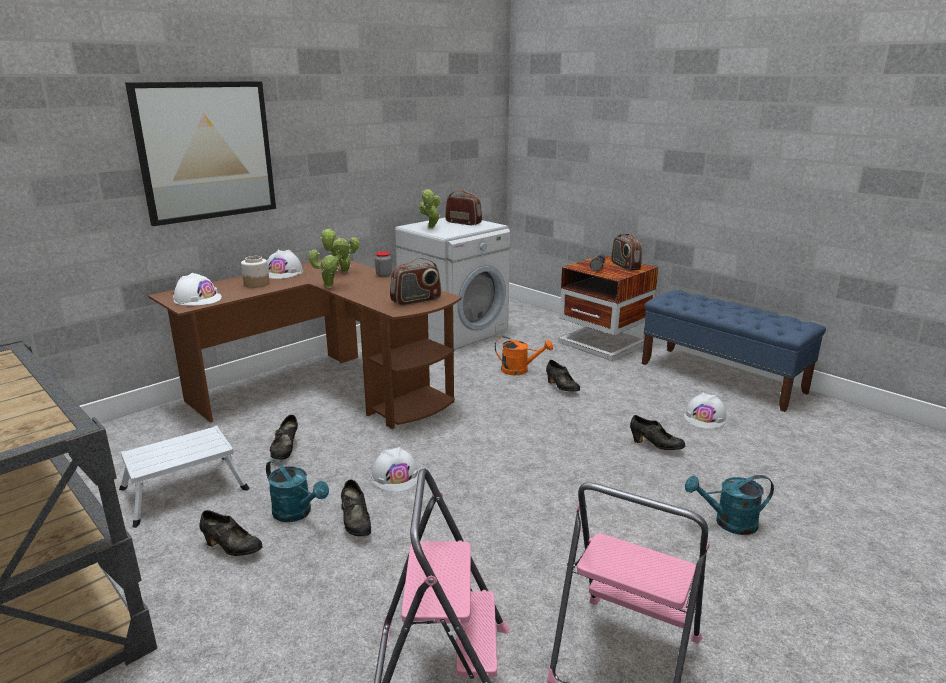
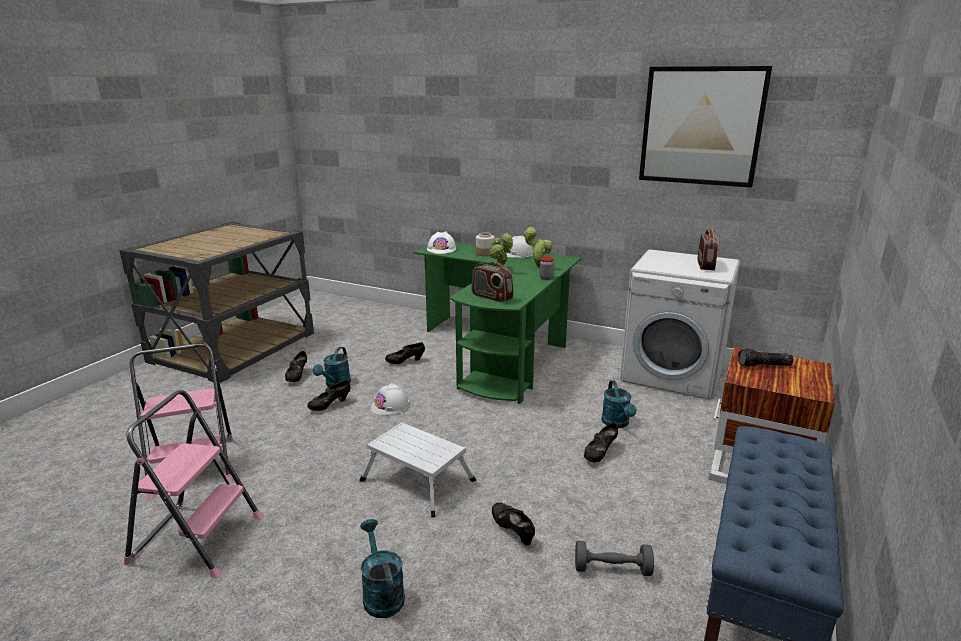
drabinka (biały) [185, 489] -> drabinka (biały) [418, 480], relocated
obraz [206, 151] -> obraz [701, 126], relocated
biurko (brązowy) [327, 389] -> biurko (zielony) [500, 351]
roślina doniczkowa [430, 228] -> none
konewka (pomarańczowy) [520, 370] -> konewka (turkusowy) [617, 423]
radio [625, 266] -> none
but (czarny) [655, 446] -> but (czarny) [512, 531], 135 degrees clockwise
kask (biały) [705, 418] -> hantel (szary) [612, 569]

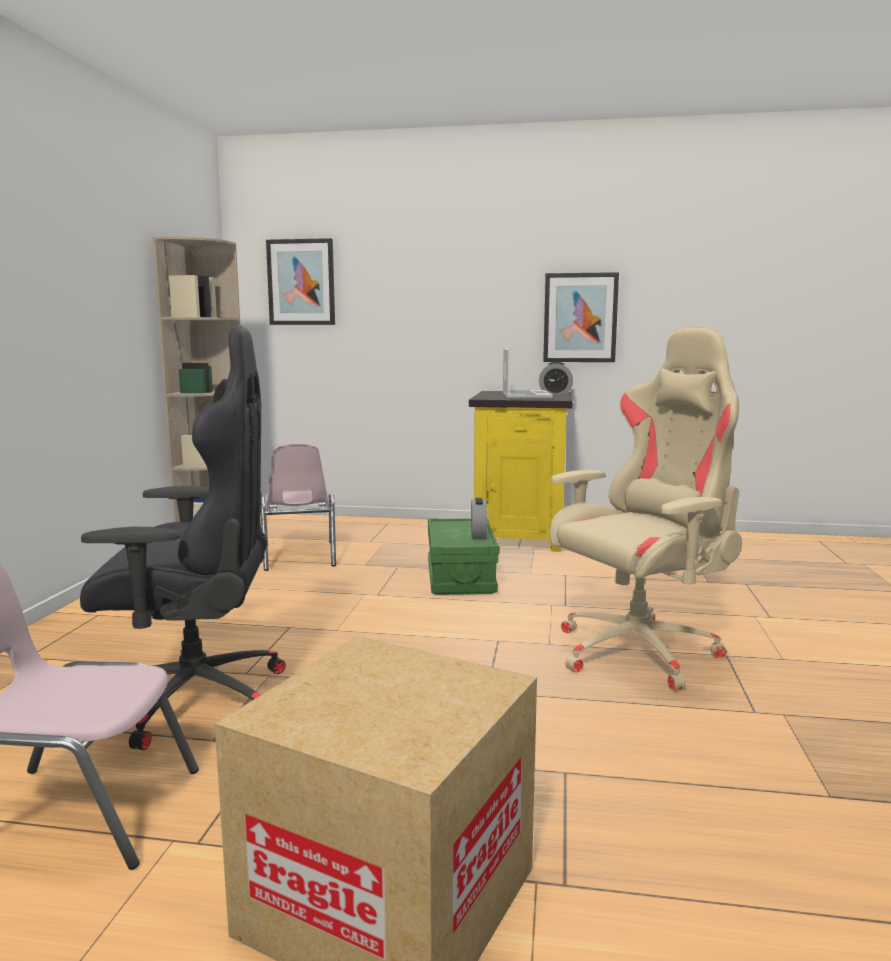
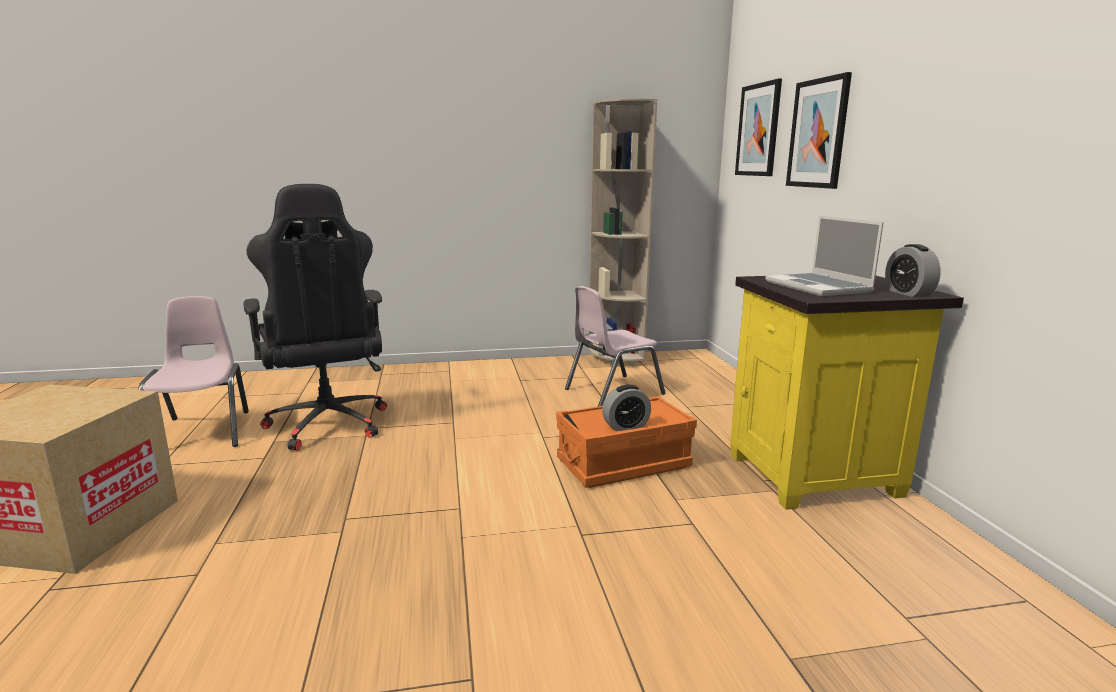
pojemnik do przechowywania (zielony) [460, 577] -> pojemnik do przechowywania (pomarańczowy) [623, 464]
laptop [525, 396] -> laptop [819, 287], 90 degrees clockwise
obraz [580, 318] -> obraz [818, 133], relocated
krzesło biurowe (beżowy) [634, 653] -> none

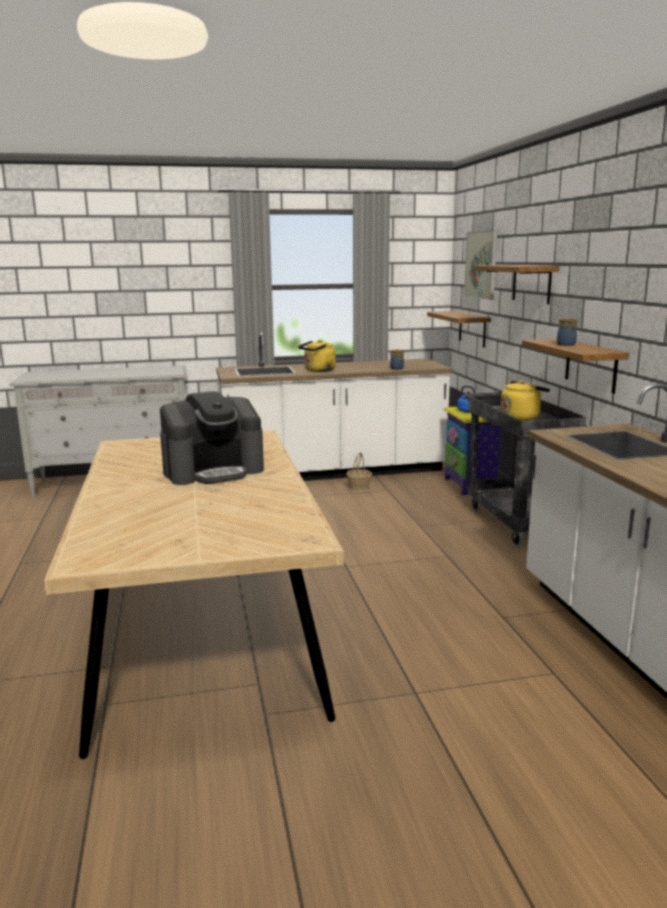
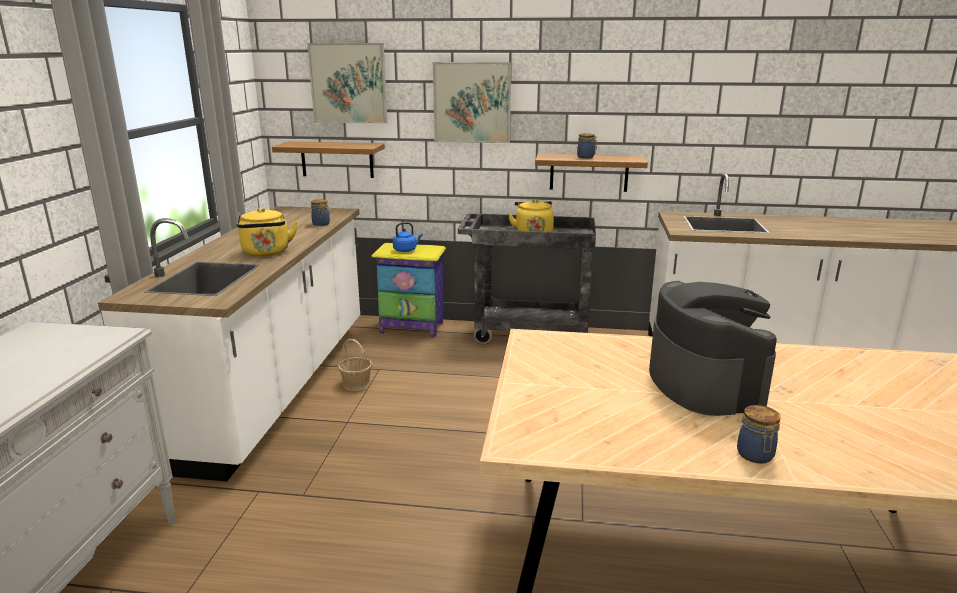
półka [531, 283] -> obraz [472, 102]
none -> słoik [755, 455]

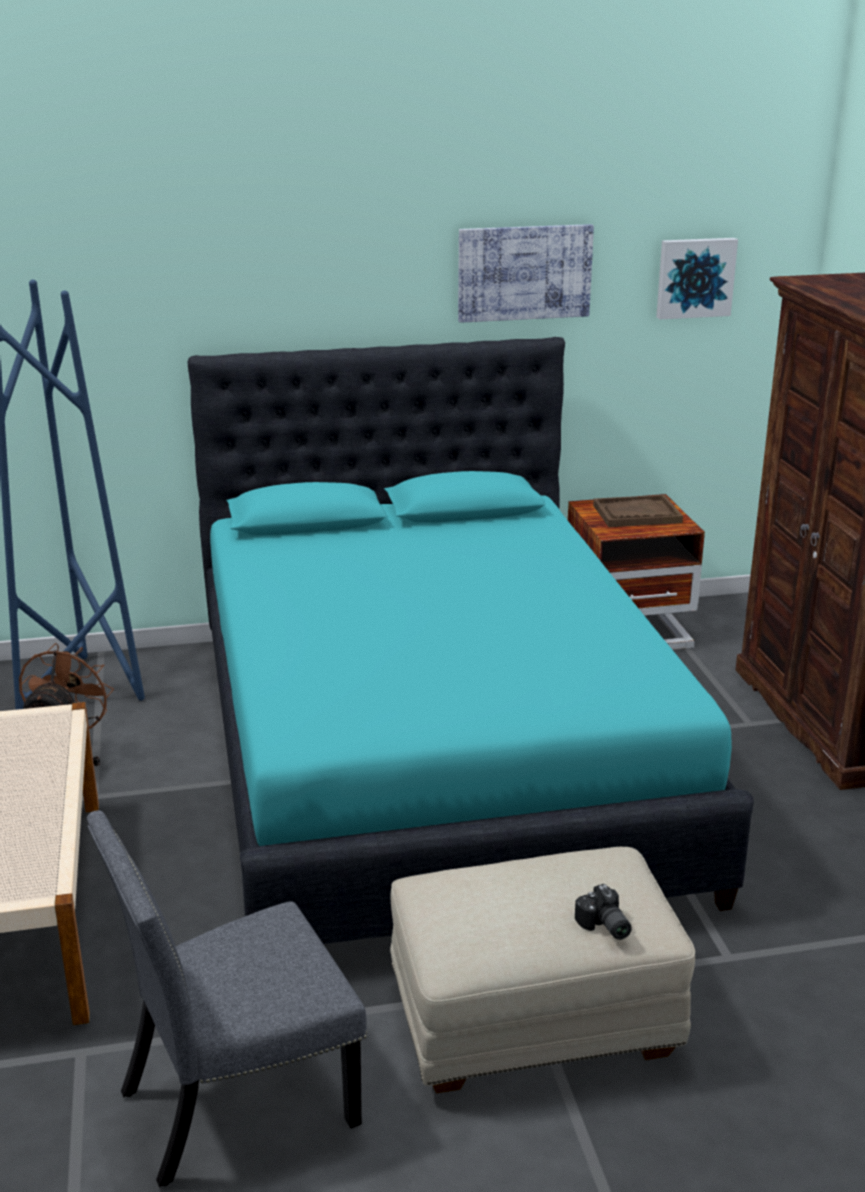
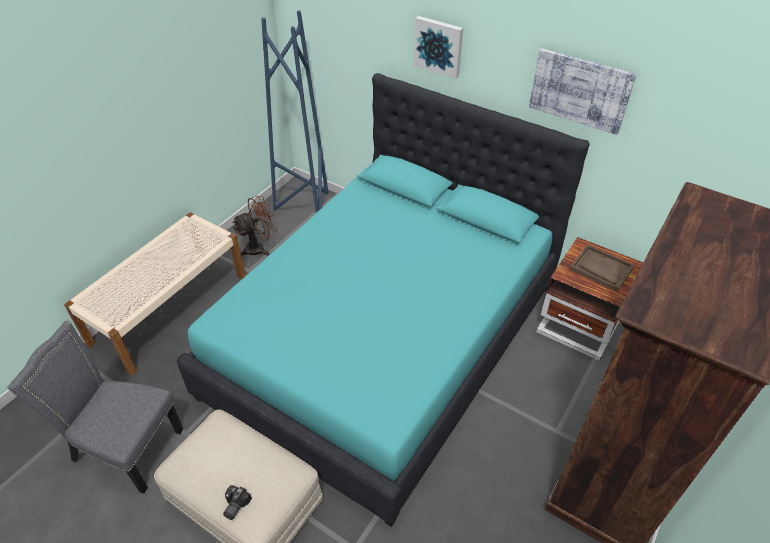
obraz [695, 277] -> obraz [438, 46], relocated

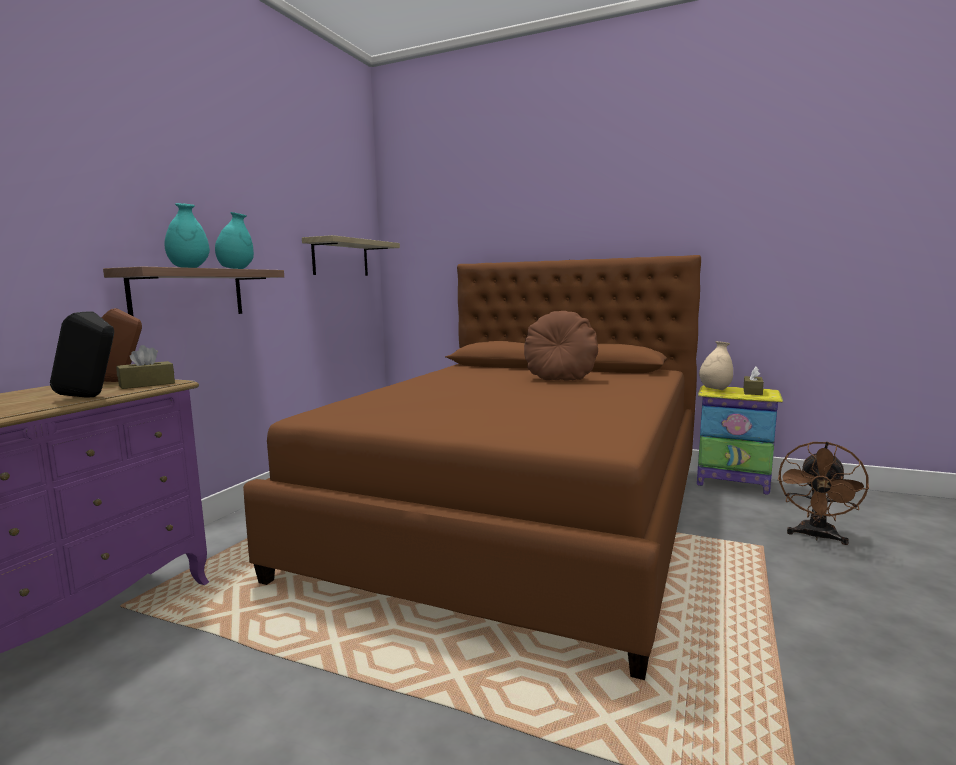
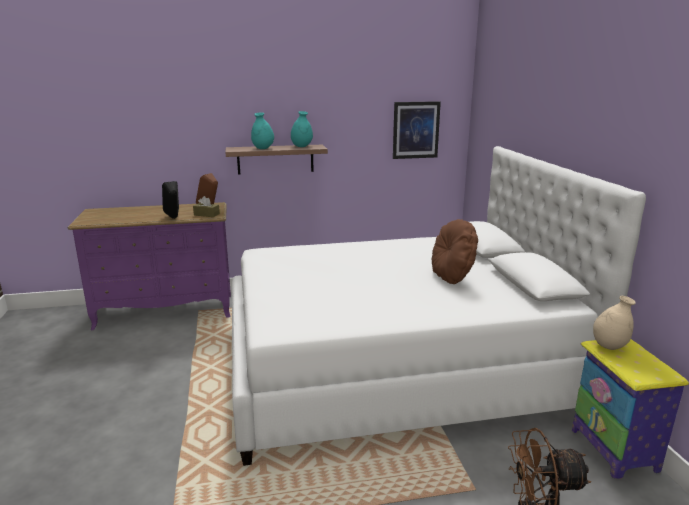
łóżko (brązowy) [519, 516] -> łóżko (biały) [394, 366]
półka [340, 258] -> obraz [415, 130]
pudełko chusteczek (brązowy) [752, 392] -> none

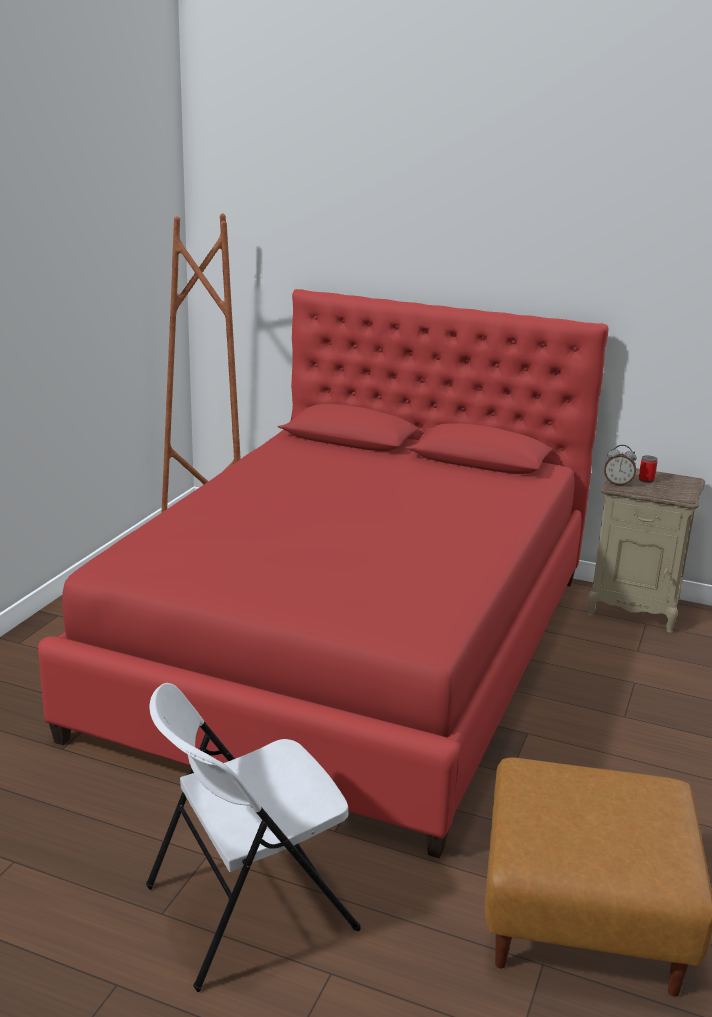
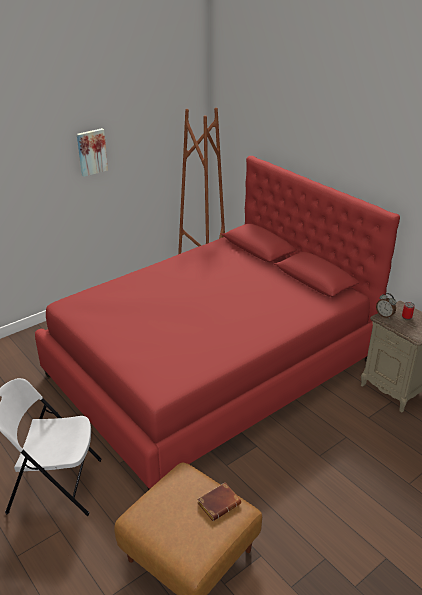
none -> obraz [91, 152]
none -> książka (brązowy) [219, 503]

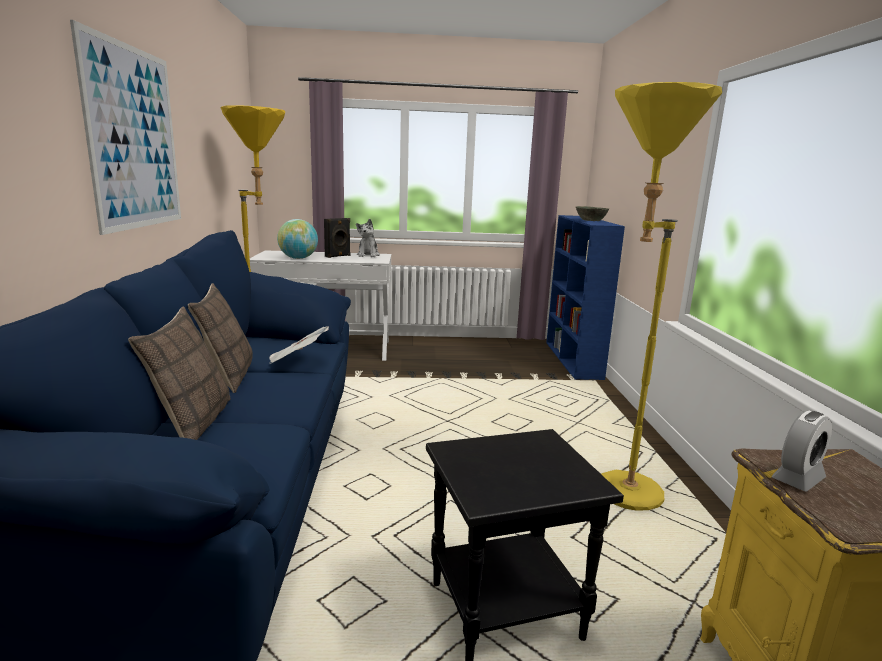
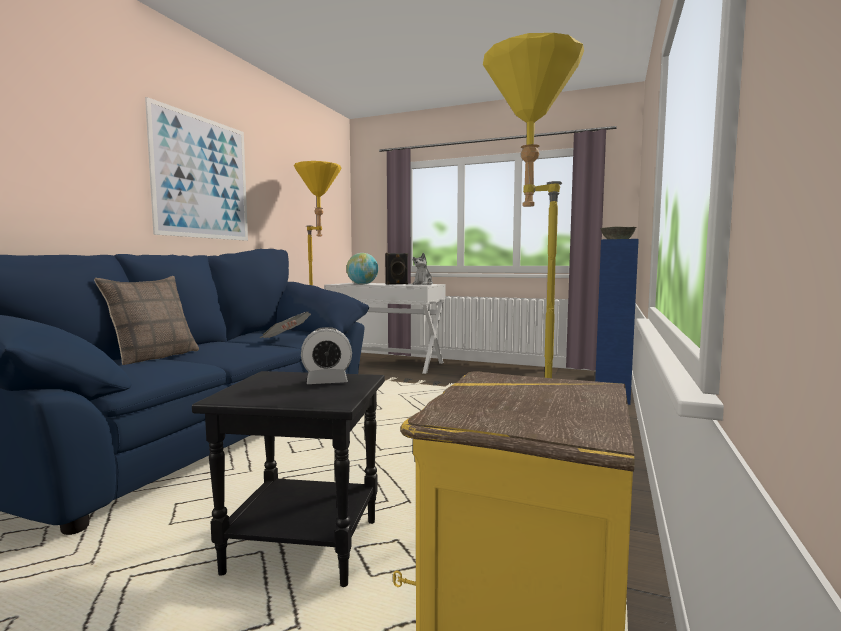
poduszka [227, 376] -> none
budzik [798, 478] -> budzik [327, 382], relocated

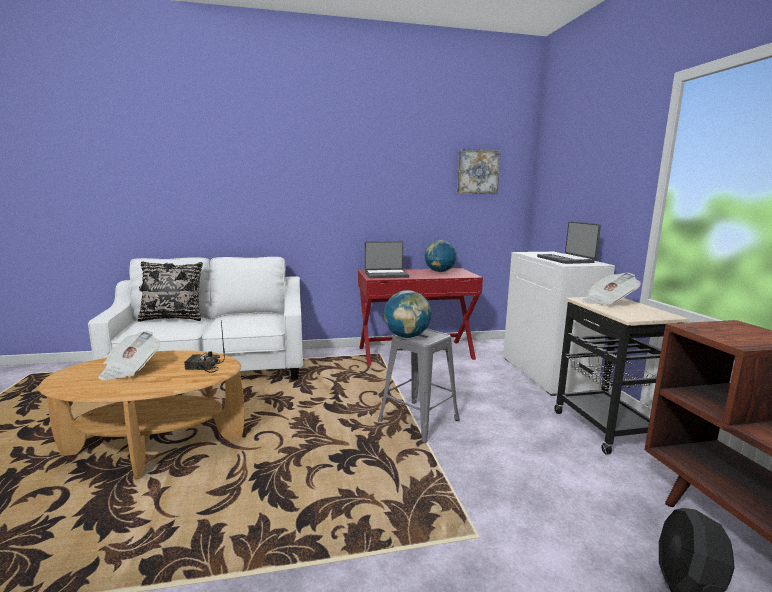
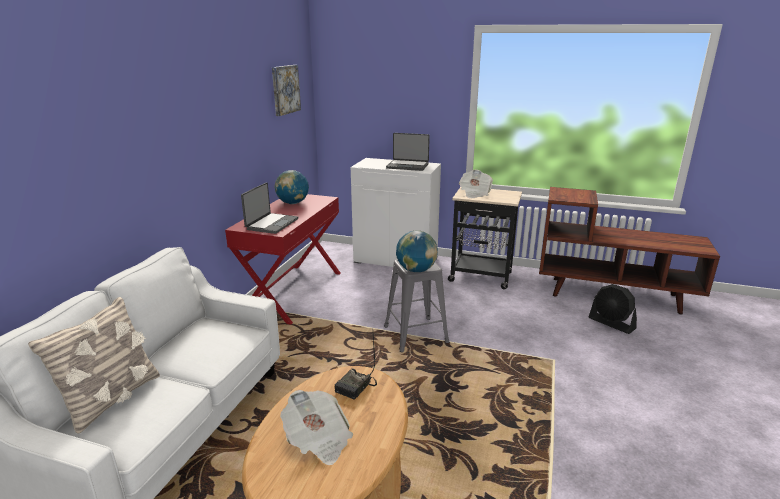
poduszka (czarny) [172, 319] -> poduszka (beżowy) [112, 399]

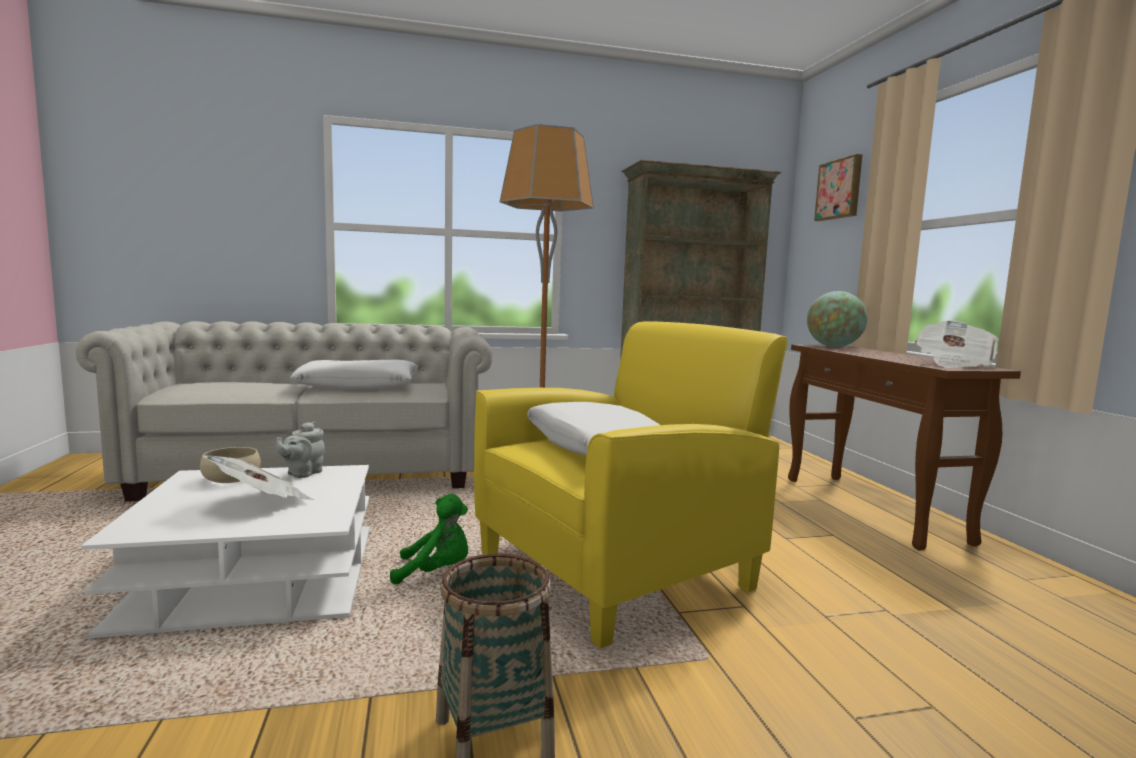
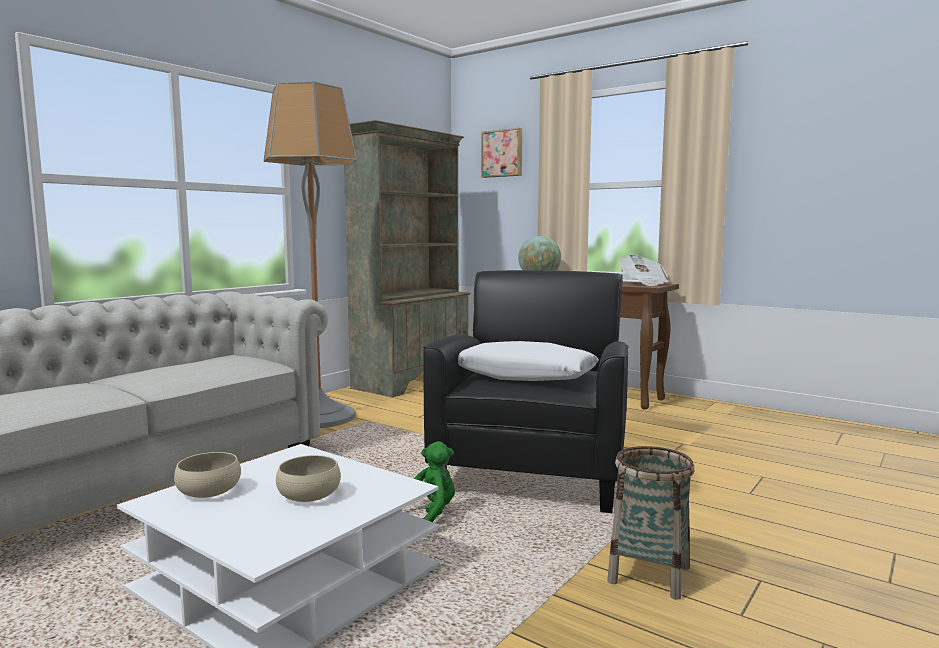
gazeta [262, 503] -> miska (beżowy) [309, 495]
imbryk (szary) [302, 473] -> none
poduszka (biały) [358, 386] -> none
fotel (żółty) [617, 570] -> fotel (czarny) [533, 472]

